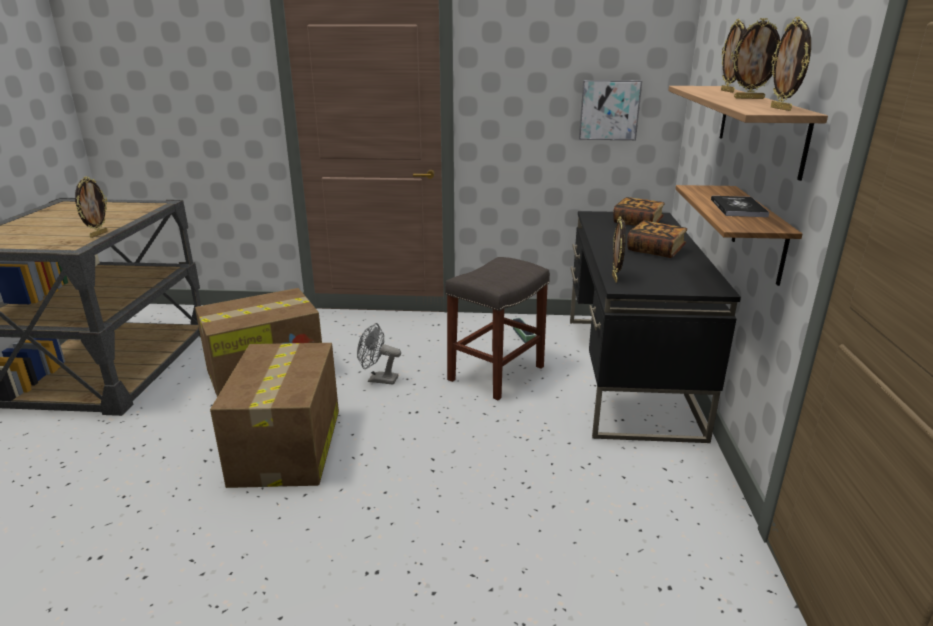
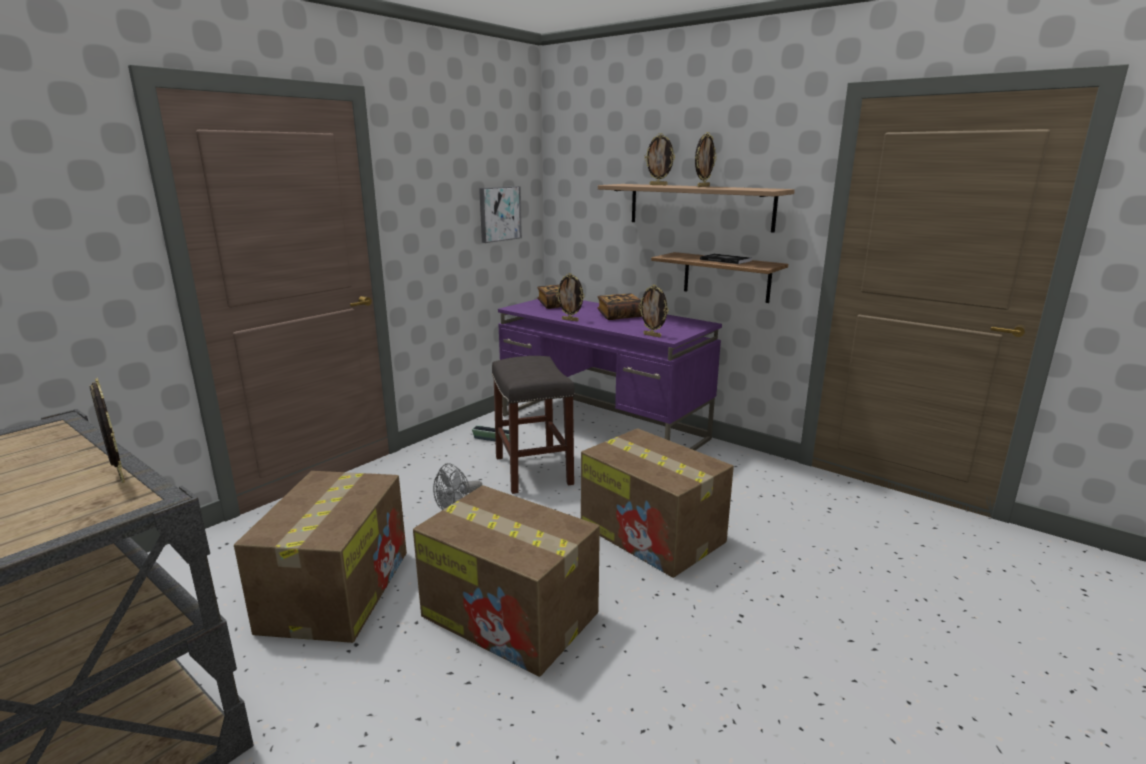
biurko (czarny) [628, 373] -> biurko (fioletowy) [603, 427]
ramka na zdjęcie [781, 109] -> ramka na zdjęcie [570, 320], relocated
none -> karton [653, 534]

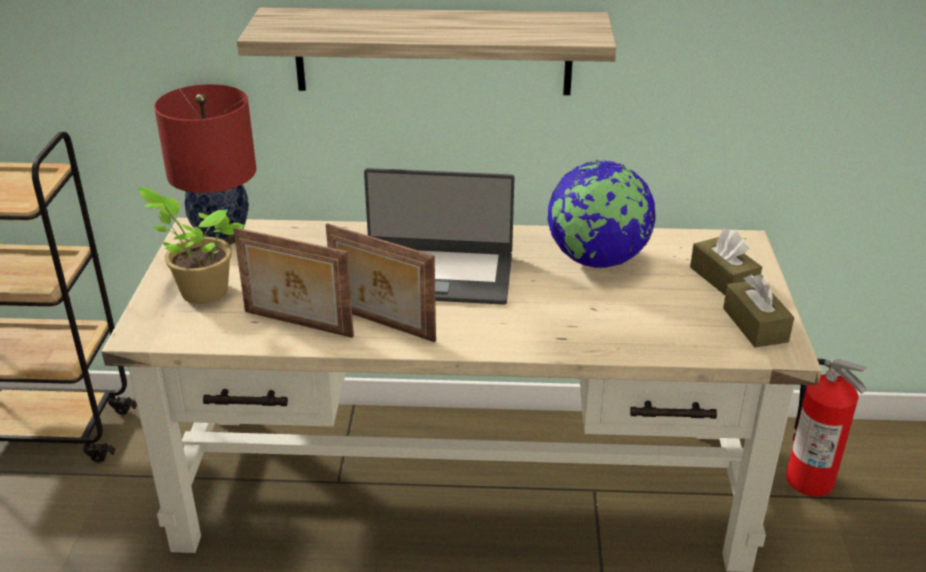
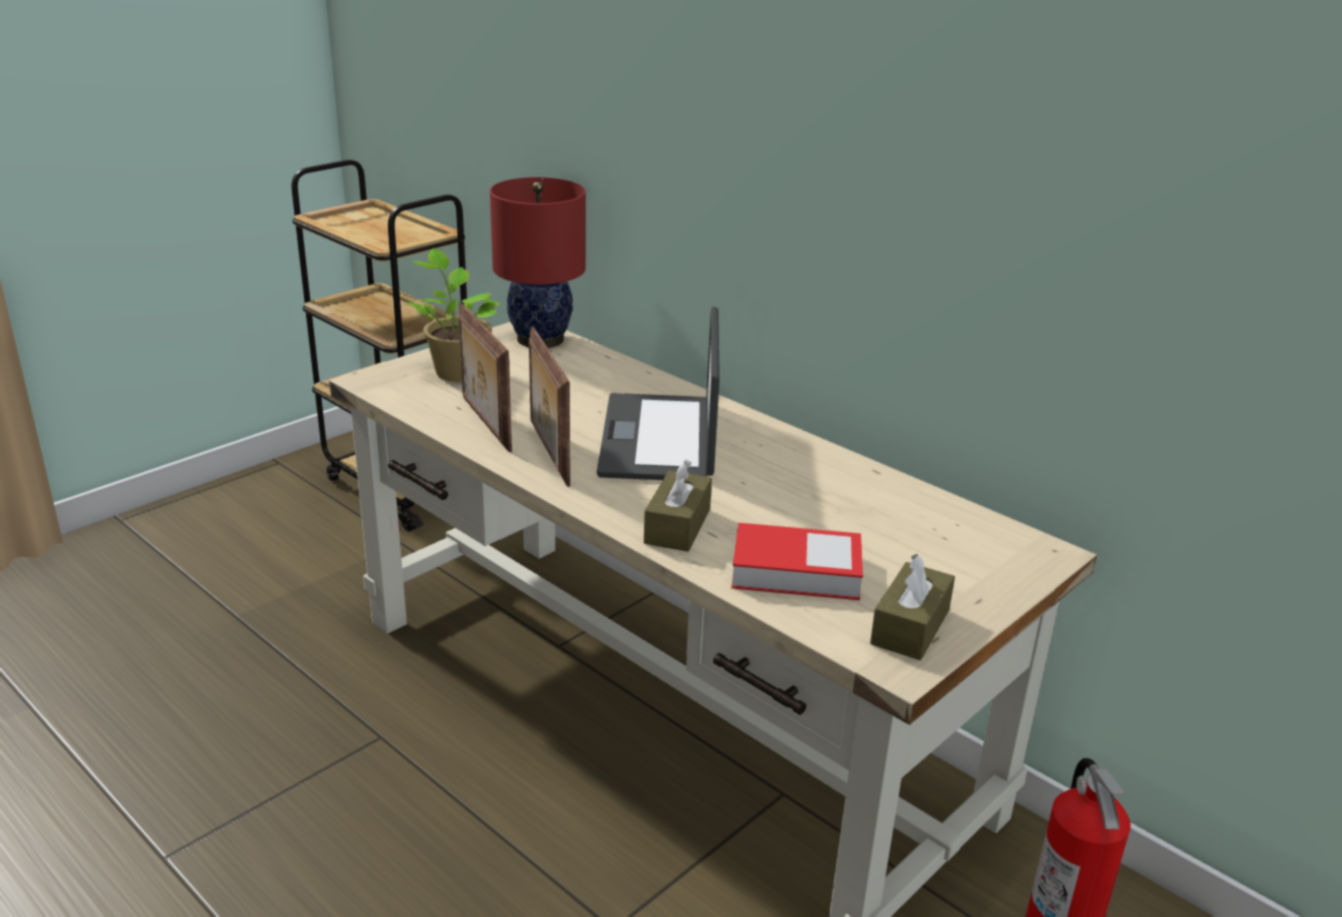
półka [433, 51] -> none
laptop [435, 274] -> laptop [661, 438], 45 degrees clockwise
globus [597, 260] -> none
pudełko chusteczek (brązowy) [723, 279] -> pudełko chusteczek (brązowy) [677, 526], relocated
none -> książka [796, 571]

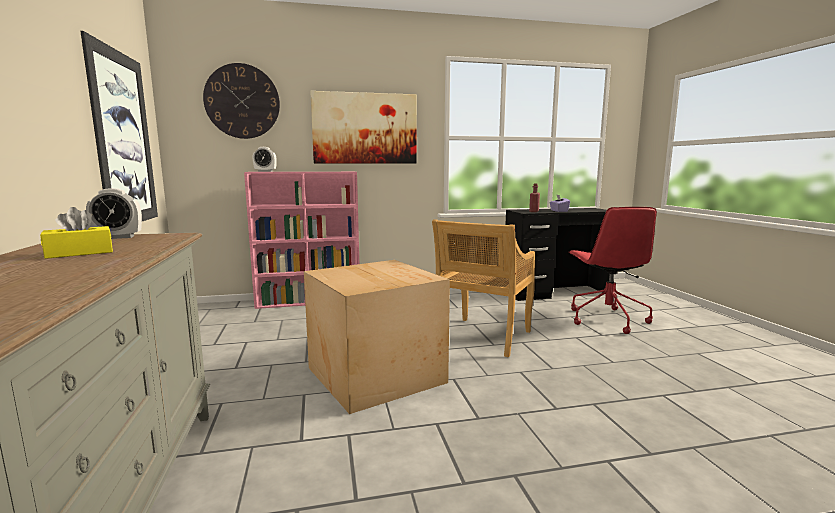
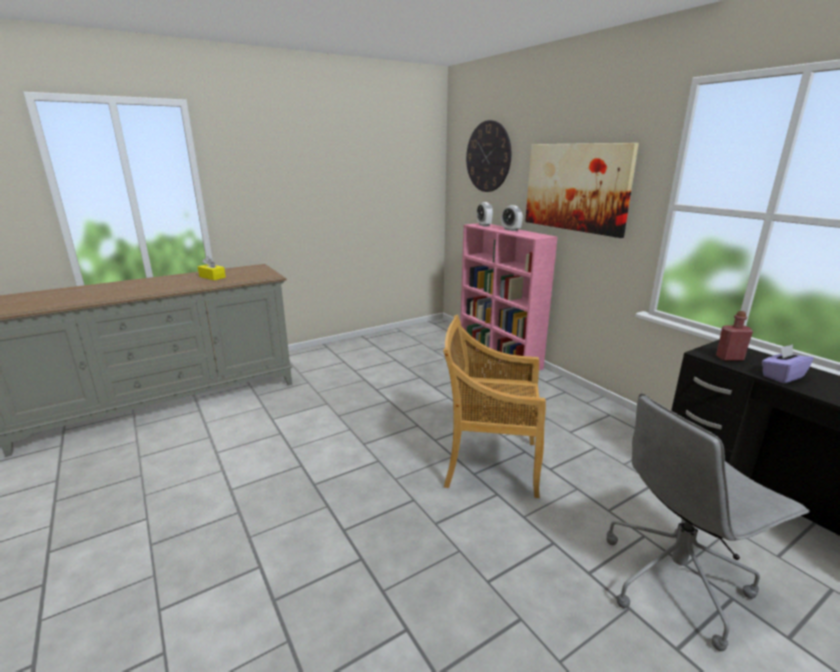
obraz [124, 139] -> none
budzik [118, 237] -> budzik [511, 230], relocated
karton [376, 374] -> none
krzesło biurowe (czerwony) [605, 318] -> krzesło biurowe (szary) [678, 580]

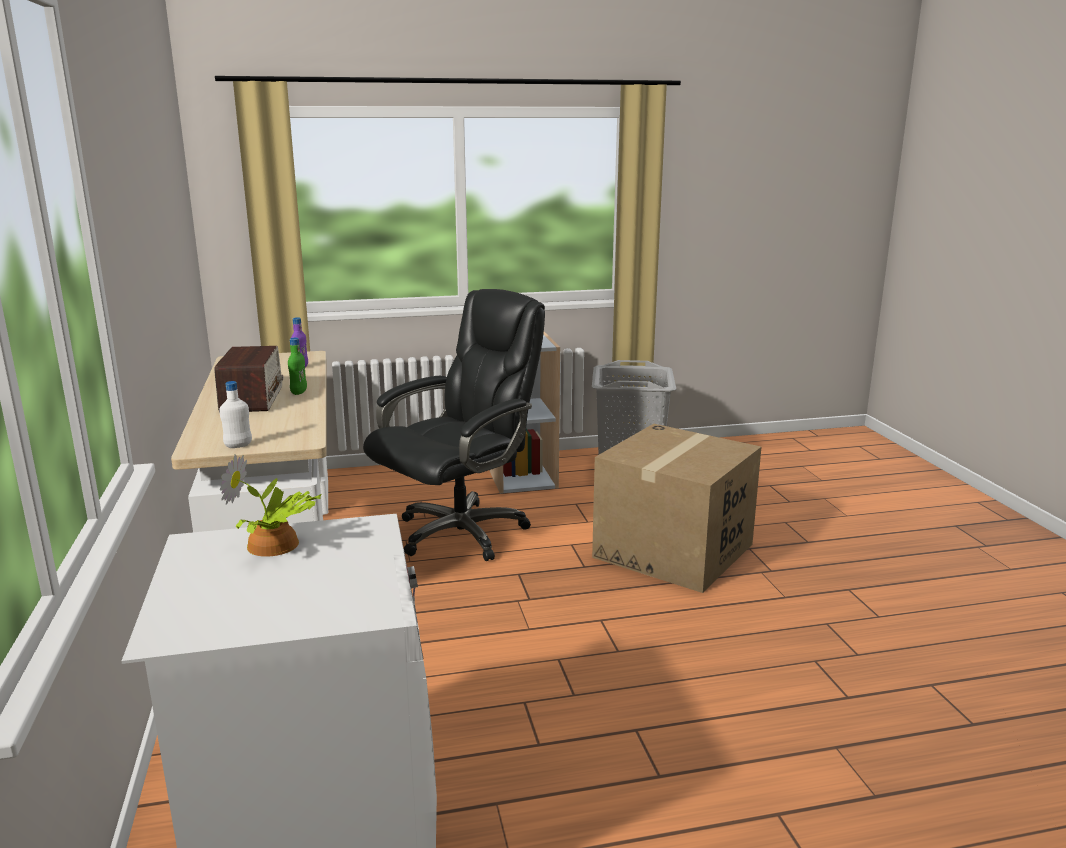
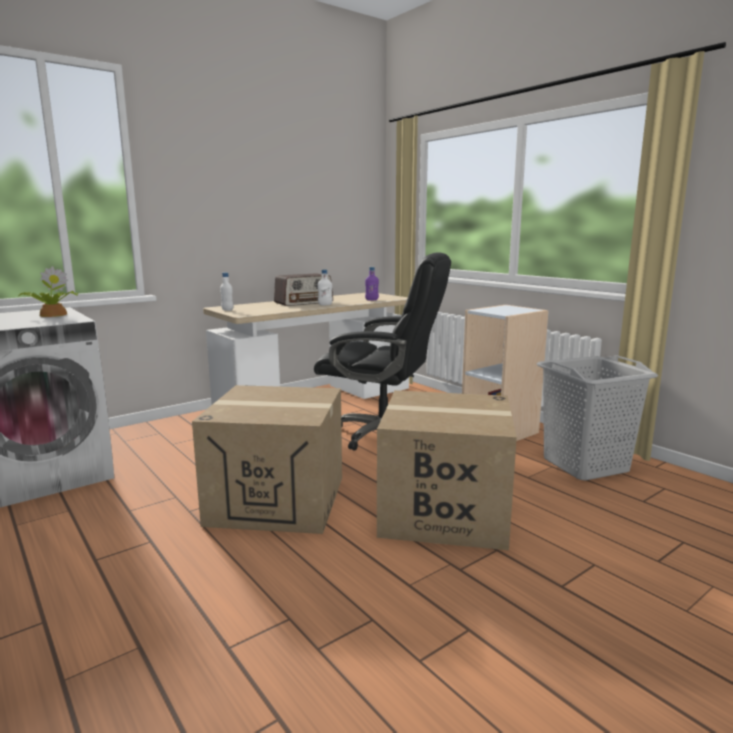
butelka (zielony) [299, 392] -> butelka (biały) [325, 305]
none -> karton [278, 500]

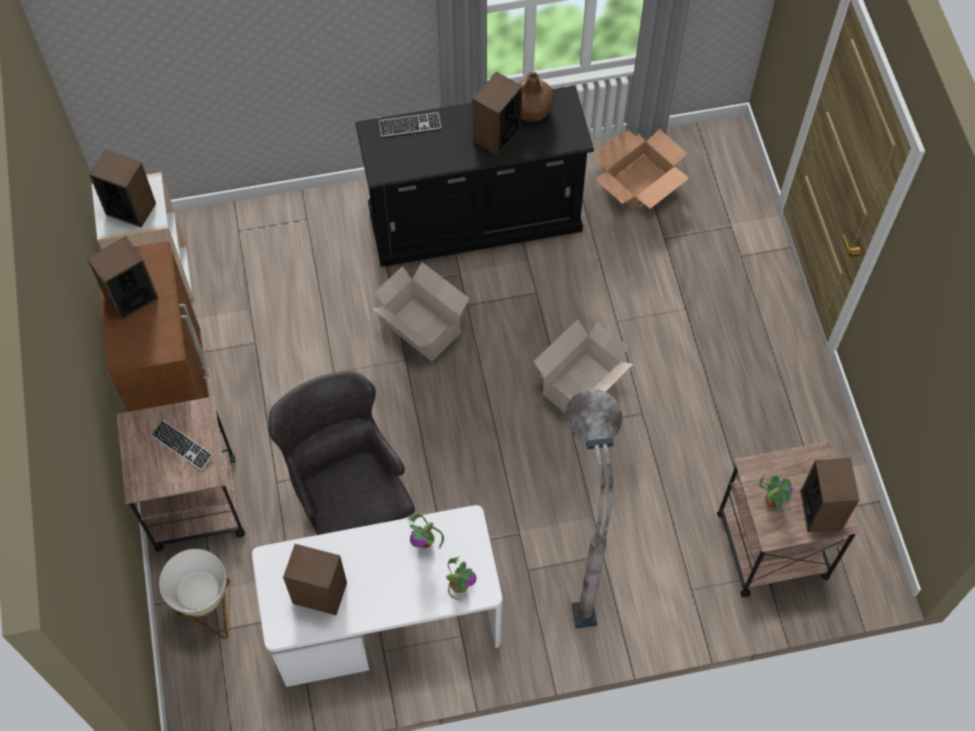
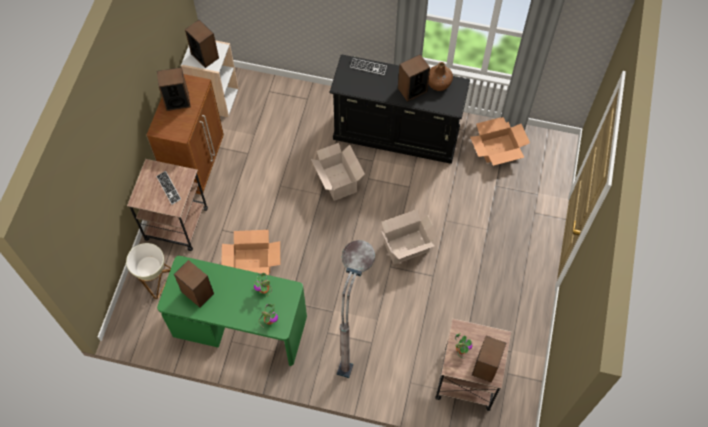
biurko (biały) [385, 622] -> biurko (zielony) [239, 326]
krzesło biurowe (szary) [352, 510] -> karton [252, 261]

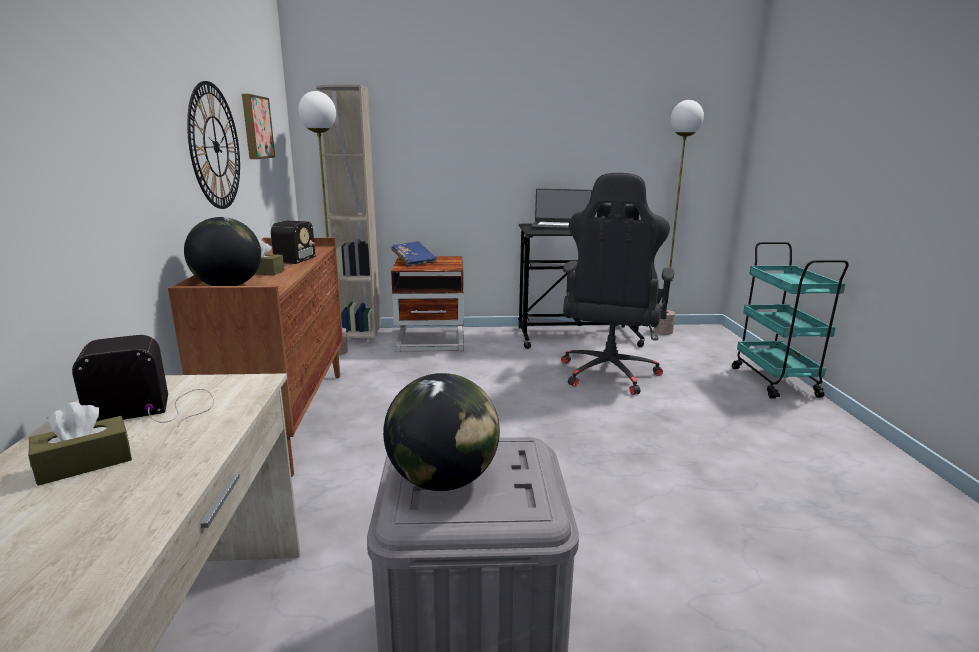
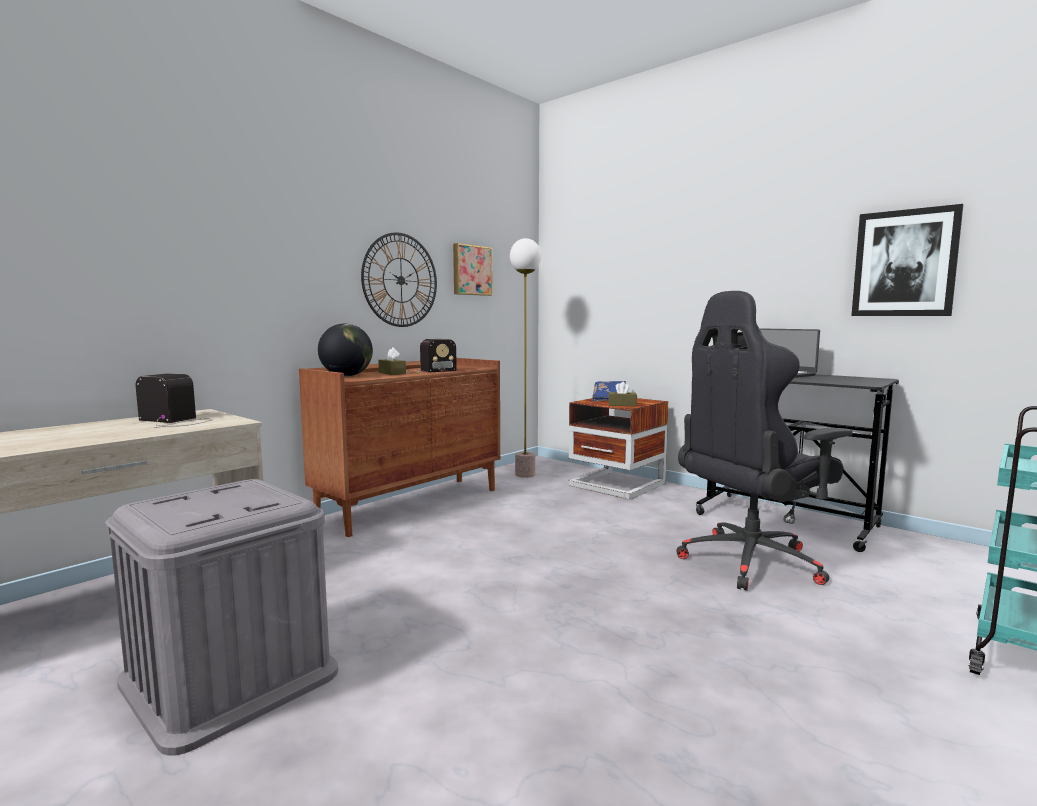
pudełko chusteczek (brązowy) [85, 463] -> pudełko chusteczek (brązowy) [622, 405], relocated
regał (beżowy) [358, 336] -> none
globus [443, 480] -> none
lampa stojąca [663, 331] -> none
none -> obraz [904, 263]

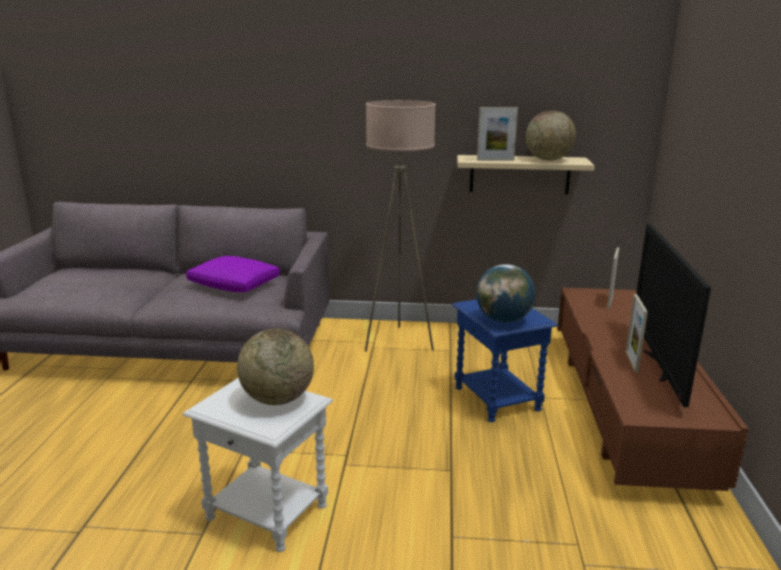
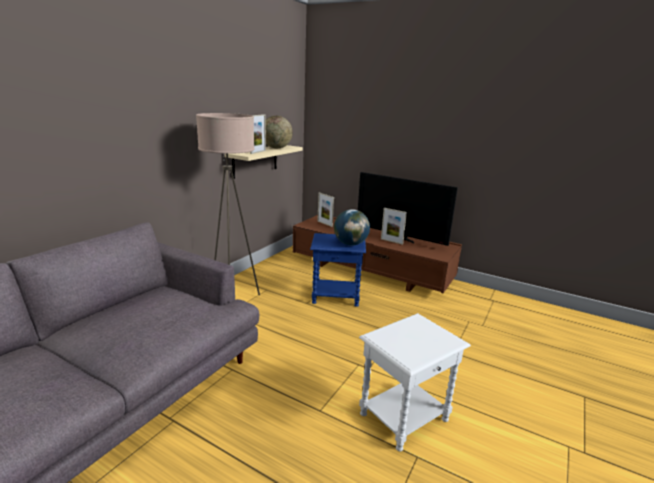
poduszka (fioletowy) [235, 285] -> none
globus [277, 399] -> none

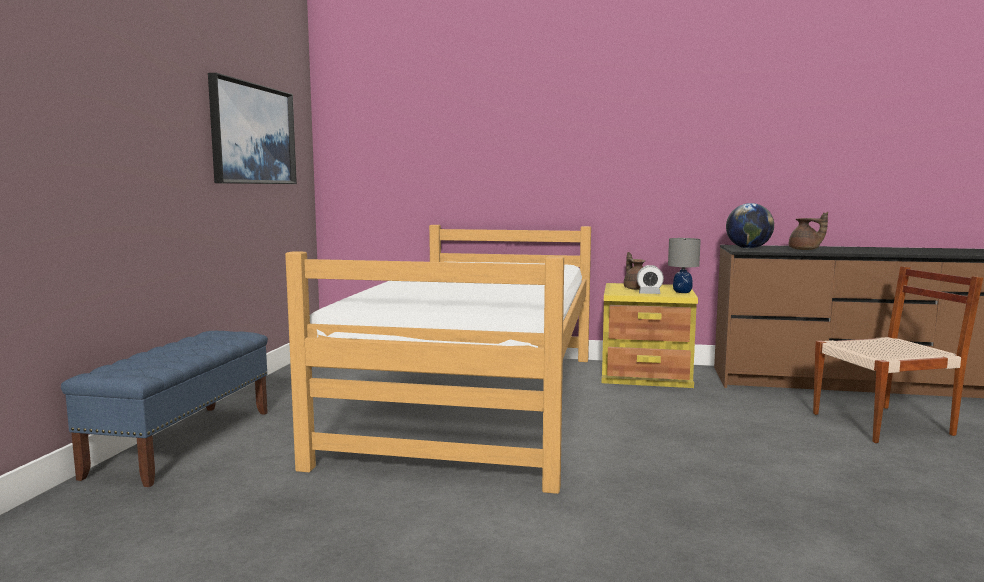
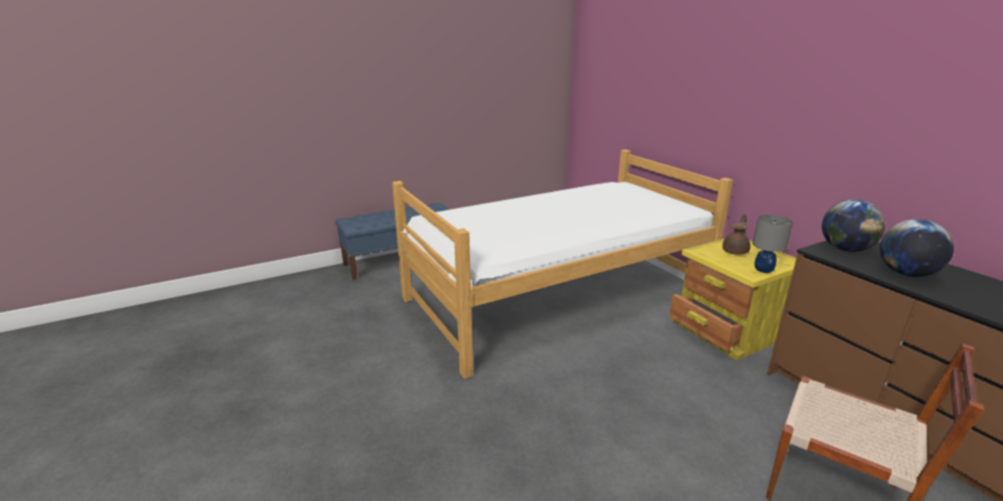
obraz [253, 134] -> none
budzik [649, 293] -> none
imbryk (brązowy) [805, 250] -> globus [906, 274]

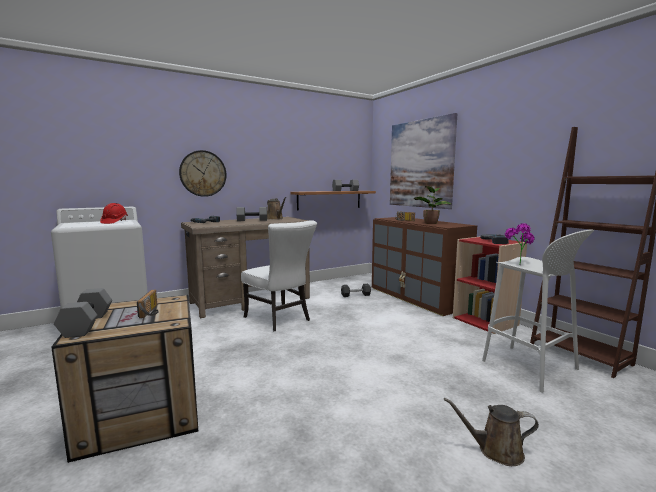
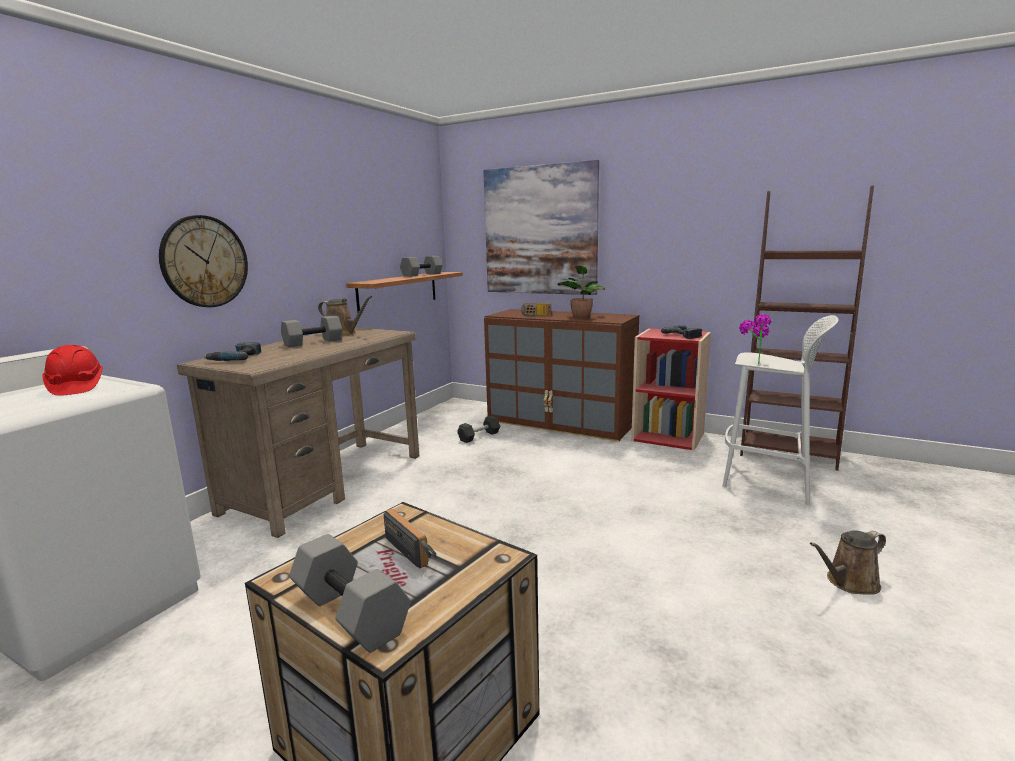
krzesło (biały) [280, 319] -> none

